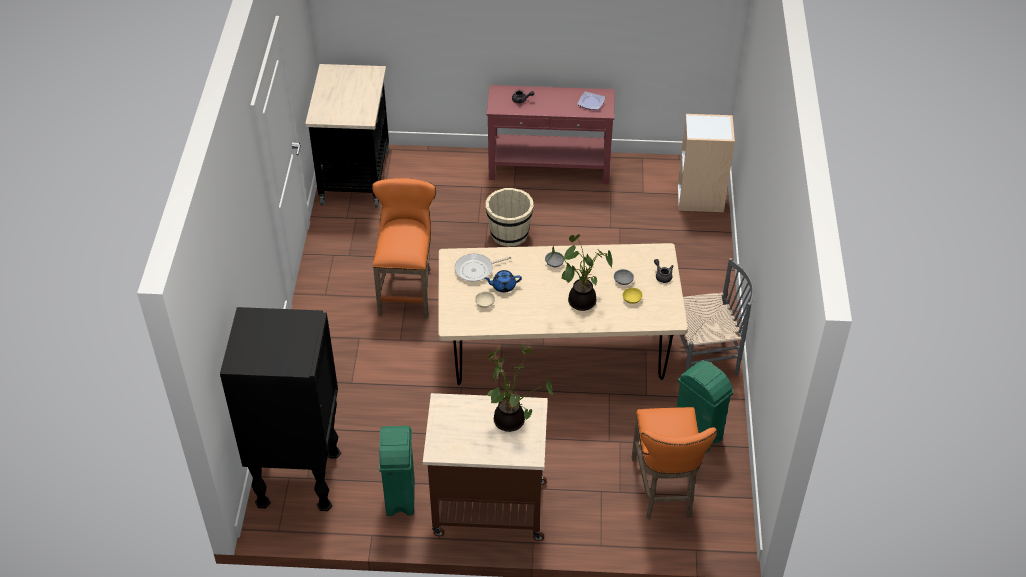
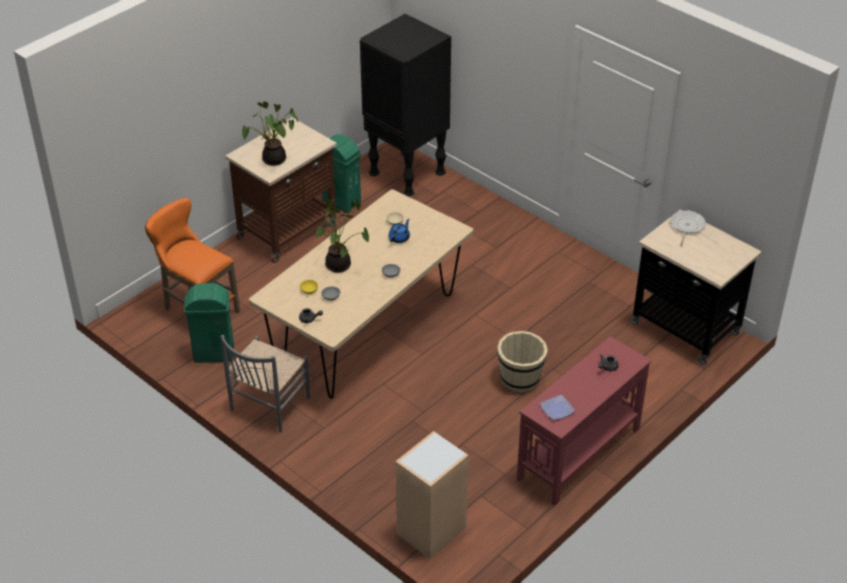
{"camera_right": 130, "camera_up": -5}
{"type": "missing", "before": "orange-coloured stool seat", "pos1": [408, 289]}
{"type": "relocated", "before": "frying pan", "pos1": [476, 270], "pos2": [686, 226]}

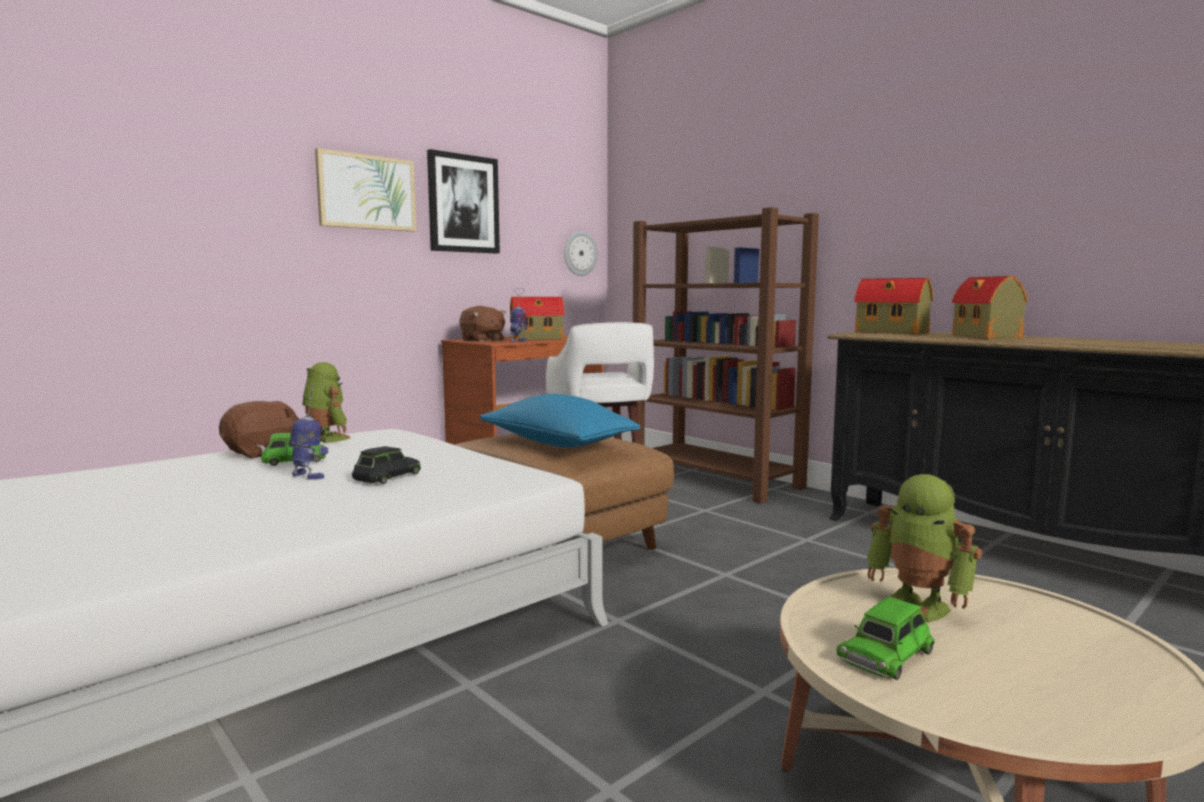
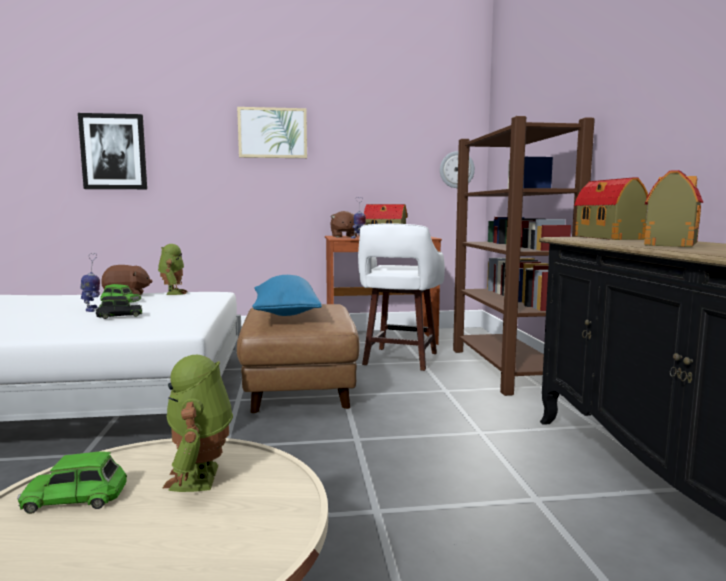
{"camera_right": 35, "camera_up": 0}
{"type": "relocated", "before": "wall art", "pos1": [463, 204], "pos2": [113, 152]}

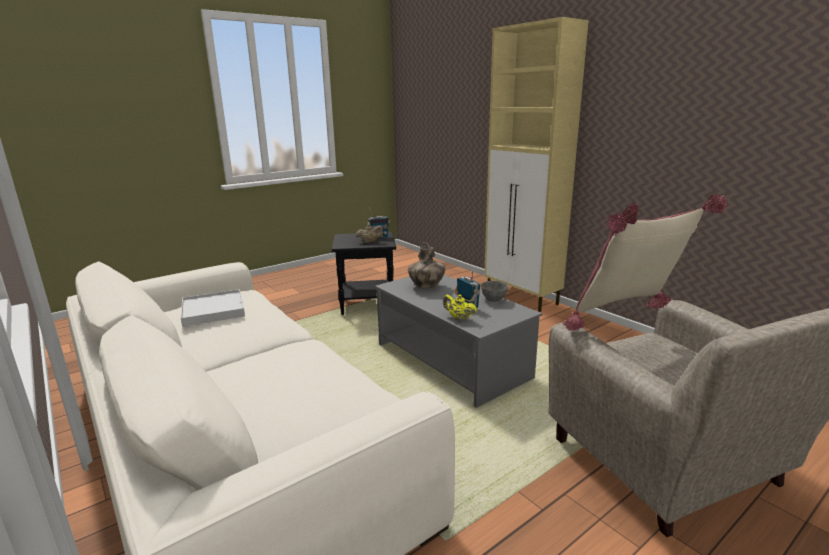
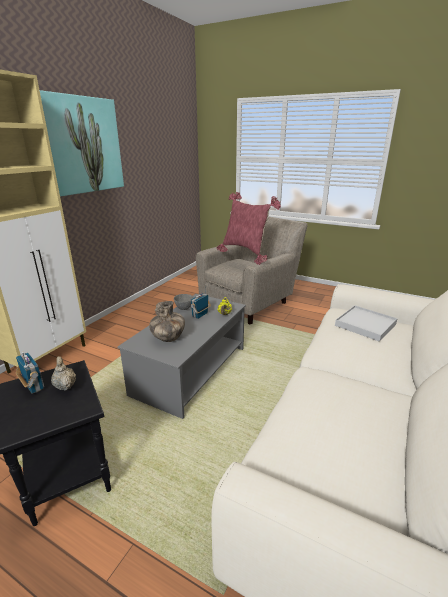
{"camera_right": -115, "camera_up": 5}
{"type": "relocated", "before": "white-coloured carrying tray", "pos1": [213, 310], "pos2": [365, 325]}
{"type": "appeared", "after": "wall art", "pos2": [84, 145]}

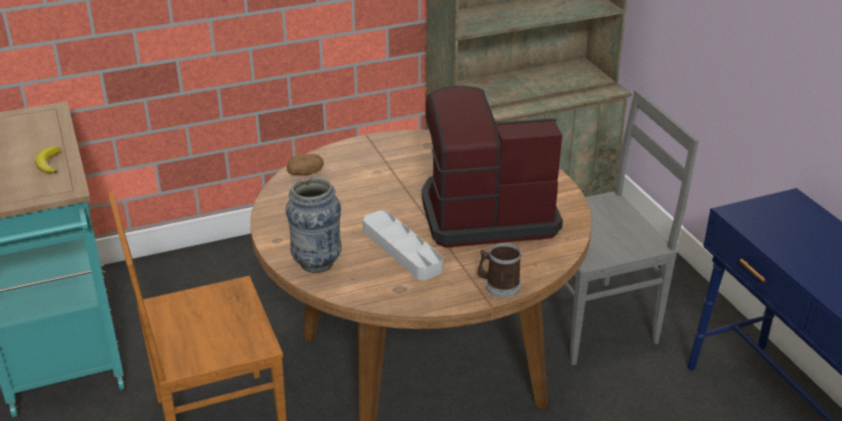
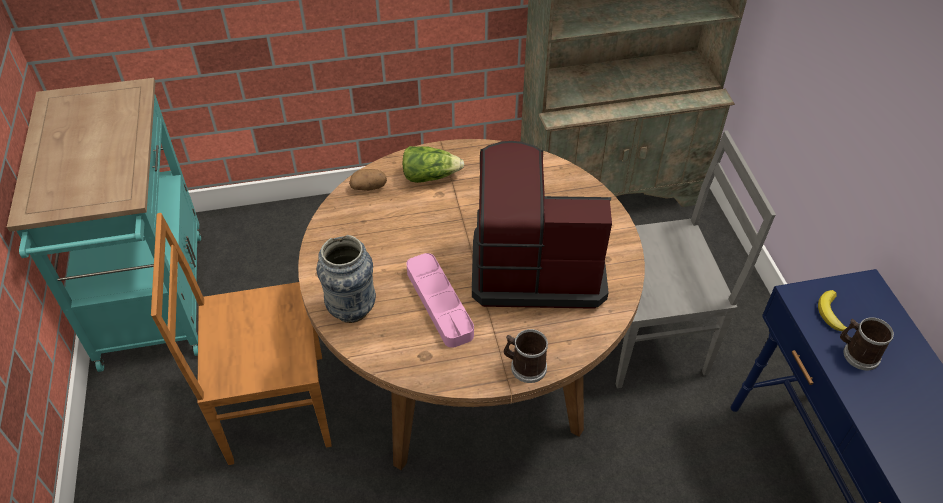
{"camera_right": 10, "camera_up": 15}
{"type": "relocated", "before": "whole banana", "pos1": [48, 163], "pos2": [830, 313]}
{"type": "colour", "before": "greyish carrying tray", "after": "pinkish carrying tray", "pos1": [402, 250], "pos2": [439, 303]}
{"type": "appeared", "after": "head of lettuce", "pos2": [430, 176]}
{"type": "appeared", "after": "mug", "pos2": [857, 353]}

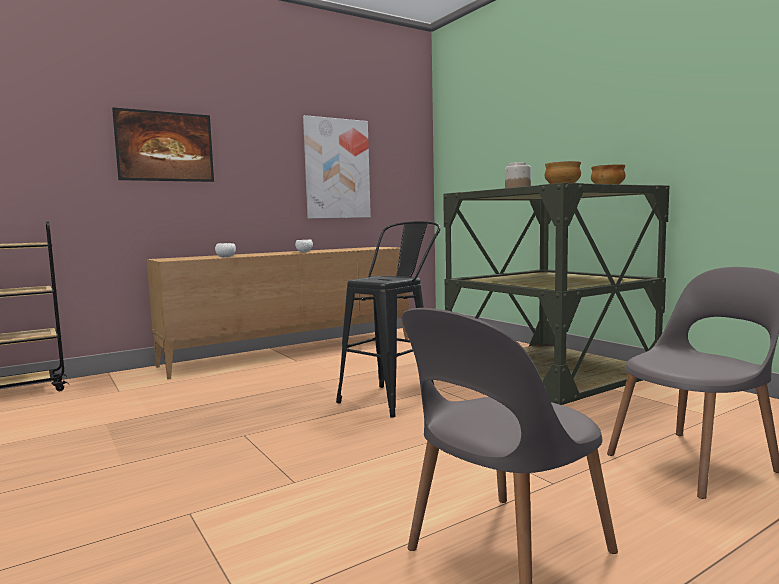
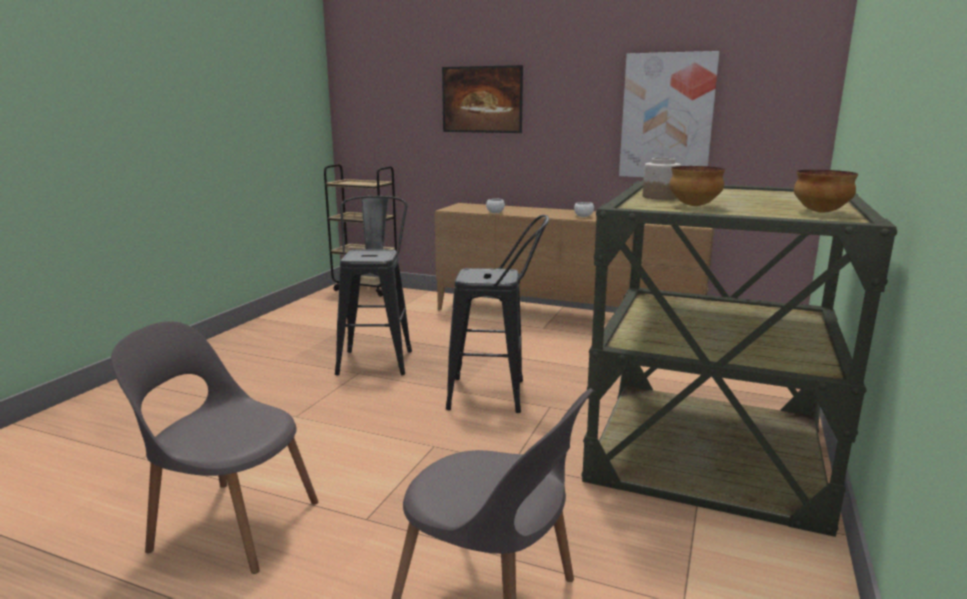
{"camera_right": 55, "camera_up": 10}
{"type": "appeared", "after": "black-coloured stool seat", "pos2": [377, 359]}

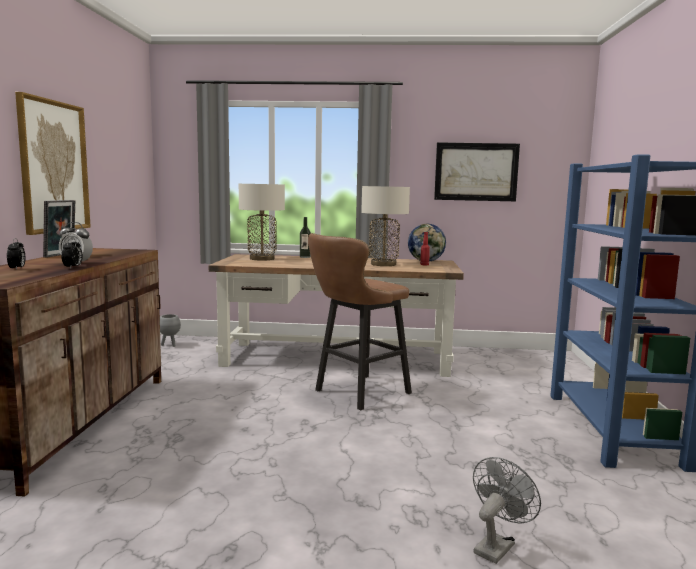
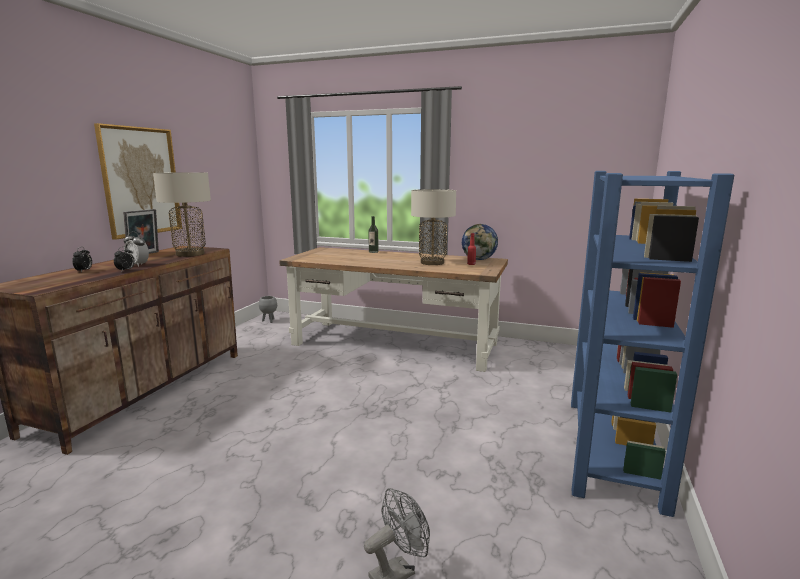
{"camera_right": 15, "camera_up": 5}
{"type": "relocated", "before": "lamp for a table", "pos1": [262, 258], "pos2": [190, 254]}
{"type": "missing", "before": "brown stool seat", "pos1": [354, 394]}
{"type": "missing", "before": "wall art", "pos1": [476, 172]}

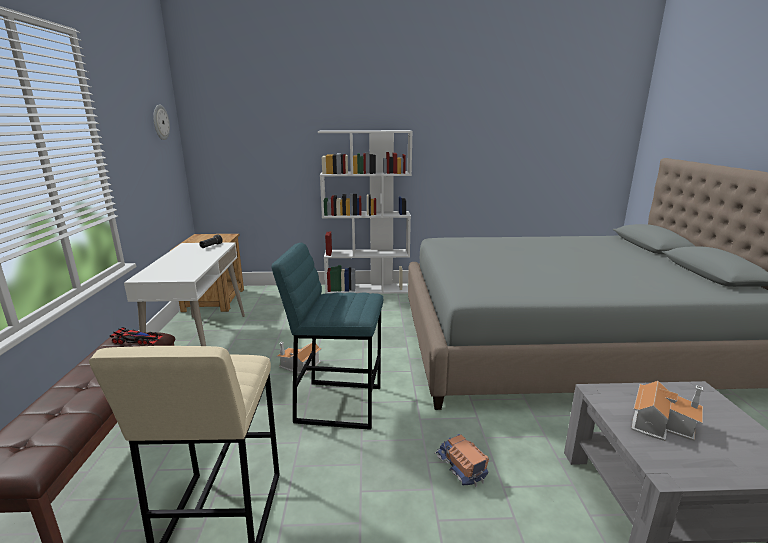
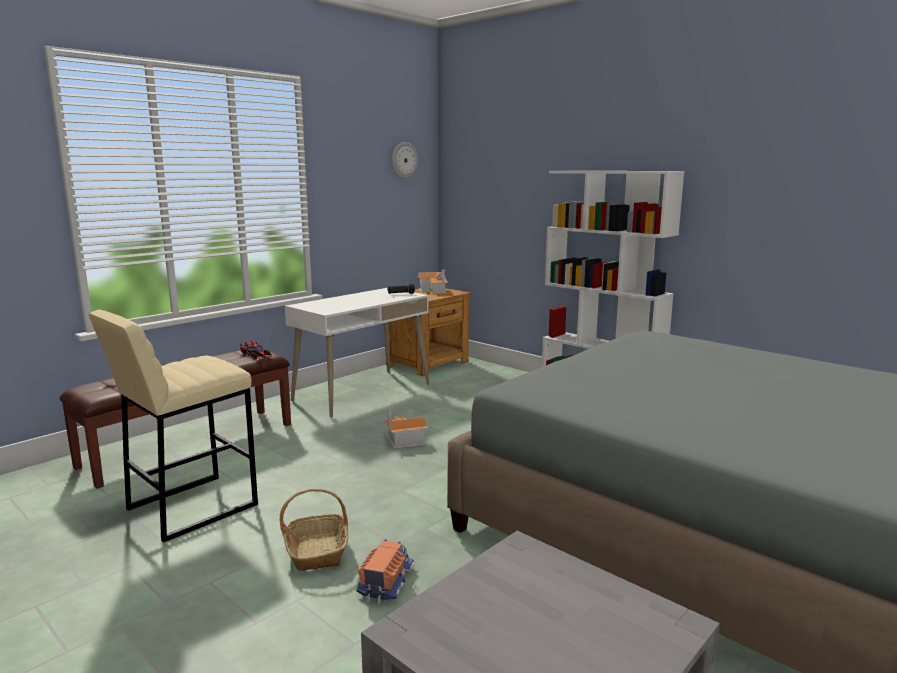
{"camera_right": 45, "camera_up": -5}
{"type": "missing", "before": "turquoise-coloured stool seat", "pos1": [336, 404]}
{"type": "relocated", "before": "toy house", "pos1": [661, 423], "pos2": [434, 291]}
{"type": "appeared", "after": "storage basket", "pos2": [317, 550]}

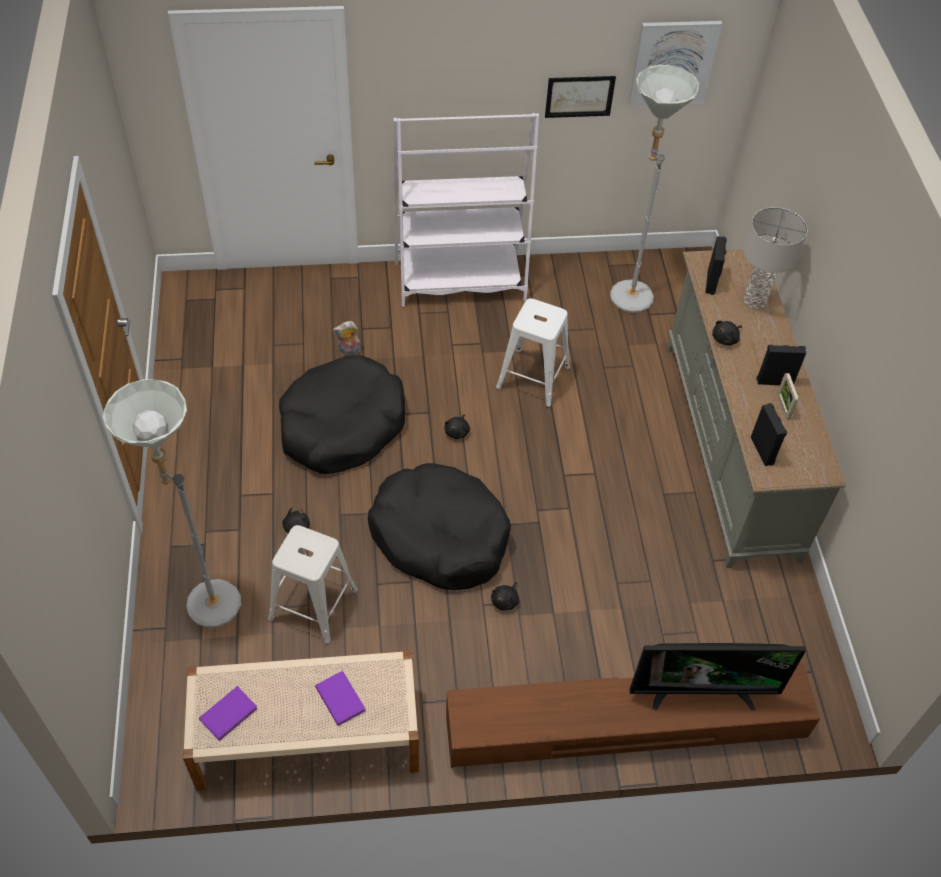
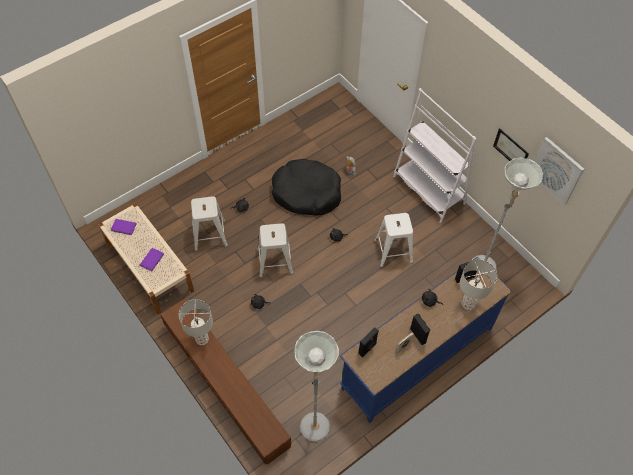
{"camera_right": 60, "camera_up": 5}
{"type": "relocated", "before": "greyish standing lamp", "pos1": [204, 598], "pos2": [314, 420]}
{"type": "exchanged", "before": "black-coloured pet bed", "after": "white-coloured stool seat", "pos1": [439, 536], "pos2": [275, 261]}
{"type": "missing", "before": "TV", "pos1": [701, 692]}
{"type": "colour", "before": "greyish cupboard", "after": "blue-coloured cupboard", "pos1": [728, 448], "pos2": [417, 357]}
{"type": "appeared", "after": "white-coloured lamp for a table", "pos2": [202, 339]}

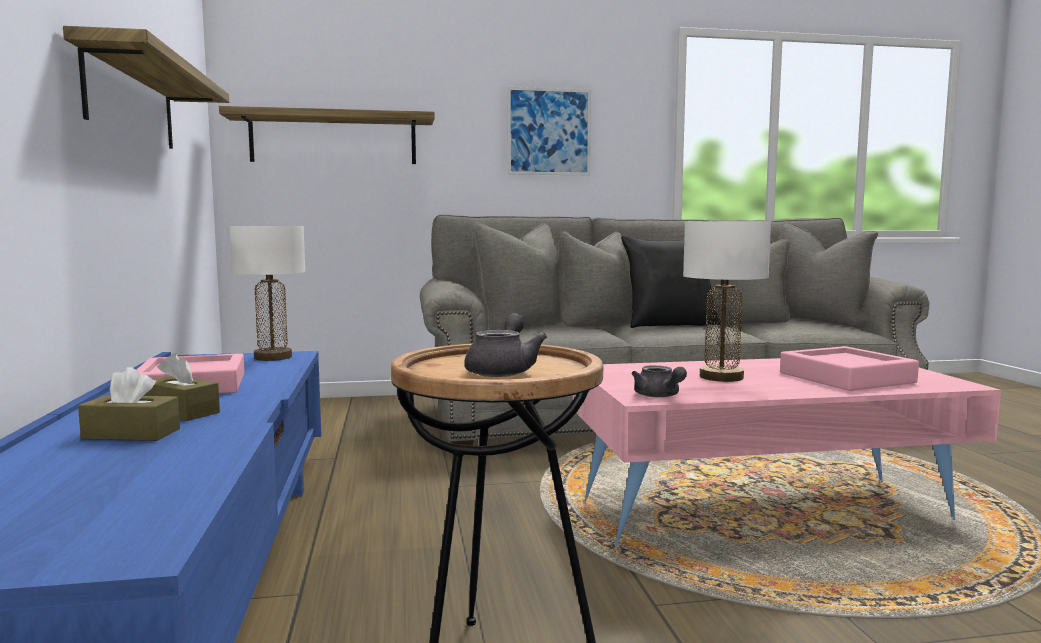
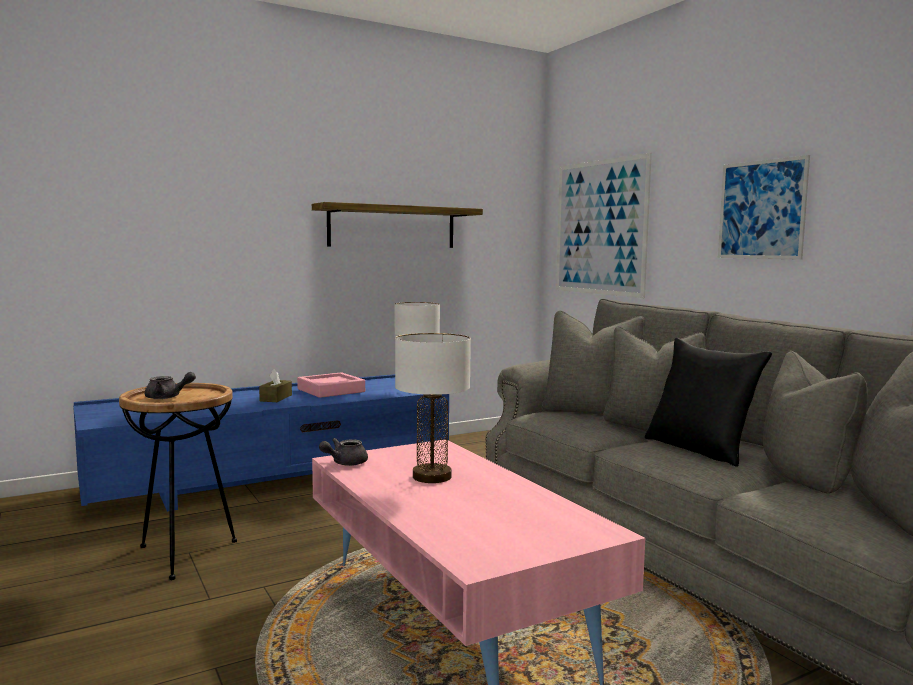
{"camera_right": 70, "camera_up": 0}
{"type": "missing", "before": "brown tissue box", "pos1": [131, 434]}
{"type": "exchanged", "before": "shelf", "after": "wall art", "pos1": [333, 139], "pos2": [600, 227]}
{"type": "missing", "before": "pinkish carrying tray", "pos1": [846, 377]}

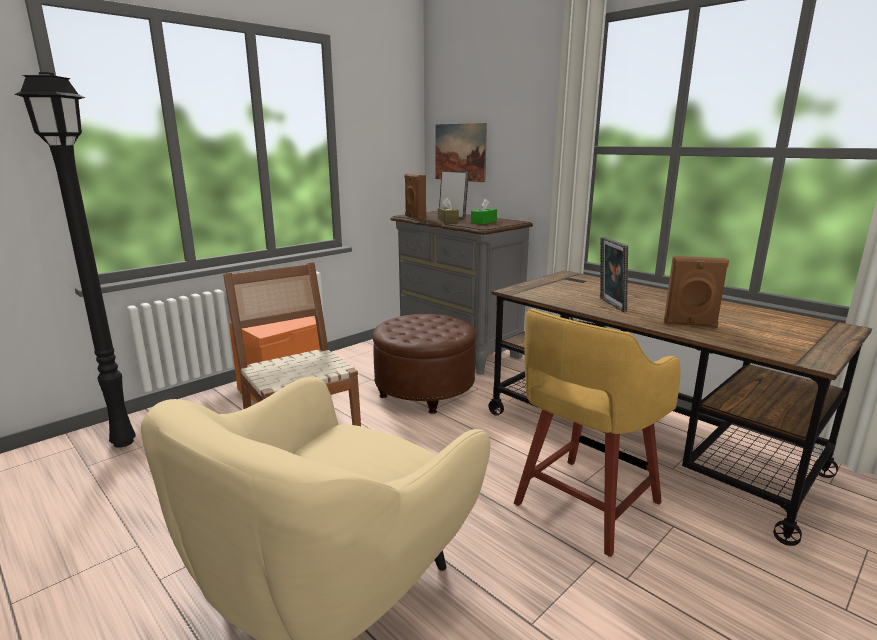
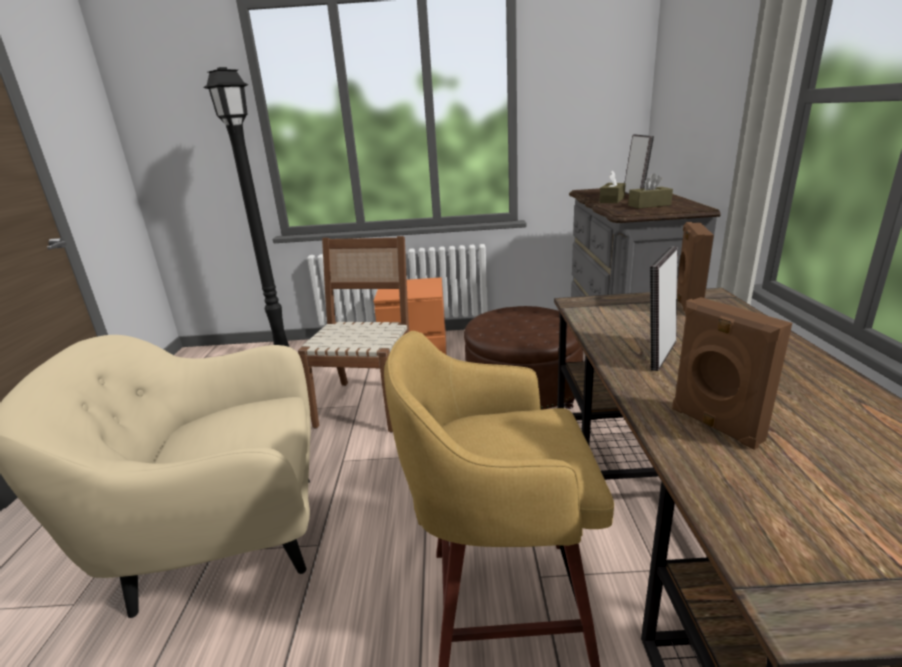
{"camera_right": 45, "camera_up": 5}
{"type": "relocated", "before": "brown speaker", "pos1": [414, 217], "pos2": [686, 304]}
{"type": "missing", "before": "wall art", "pos1": [460, 152]}
{"type": "colour", "before": "greenish tissue box", "after": "brown tissue box", "pos1": [483, 222], "pos2": [649, 205]}

